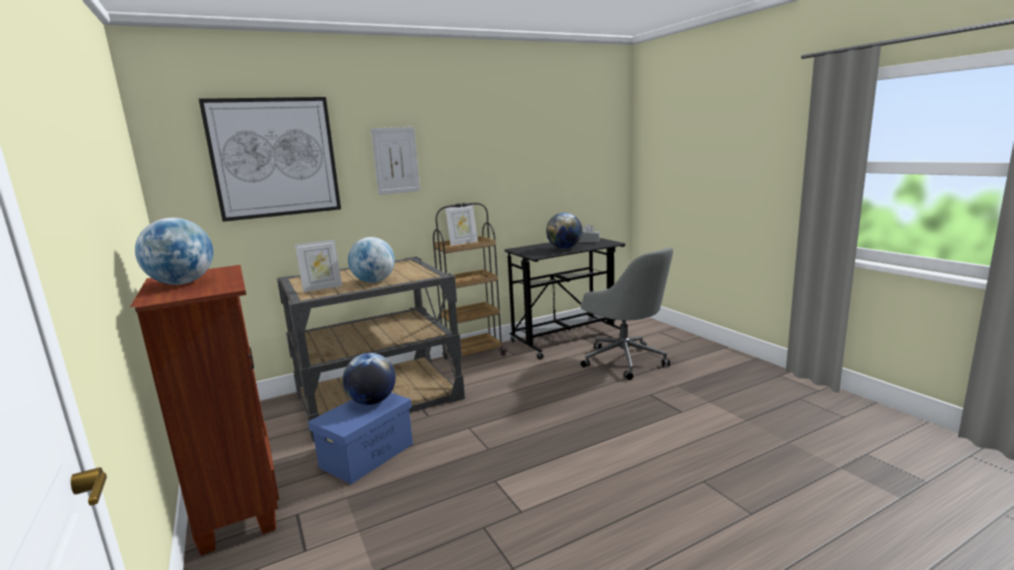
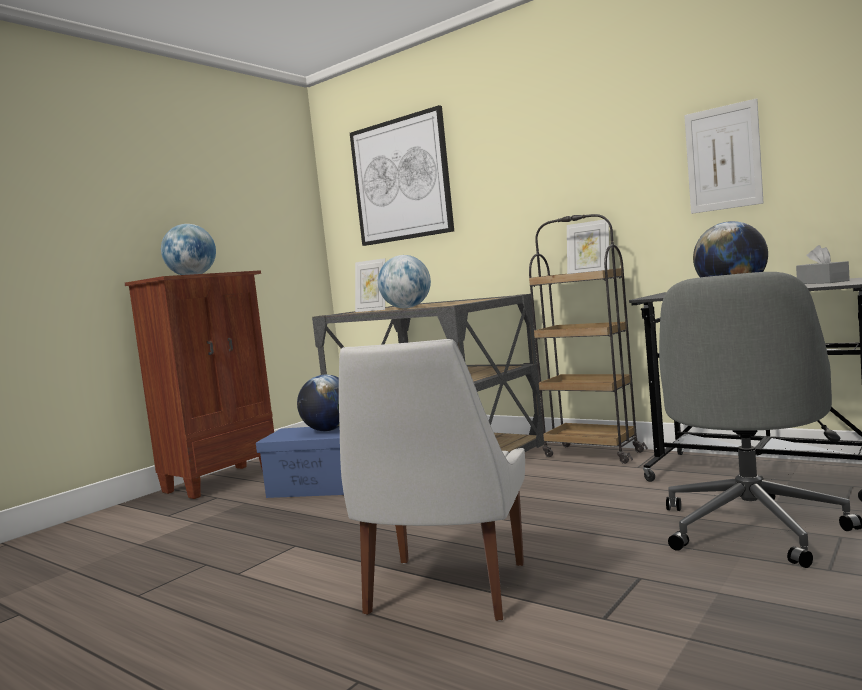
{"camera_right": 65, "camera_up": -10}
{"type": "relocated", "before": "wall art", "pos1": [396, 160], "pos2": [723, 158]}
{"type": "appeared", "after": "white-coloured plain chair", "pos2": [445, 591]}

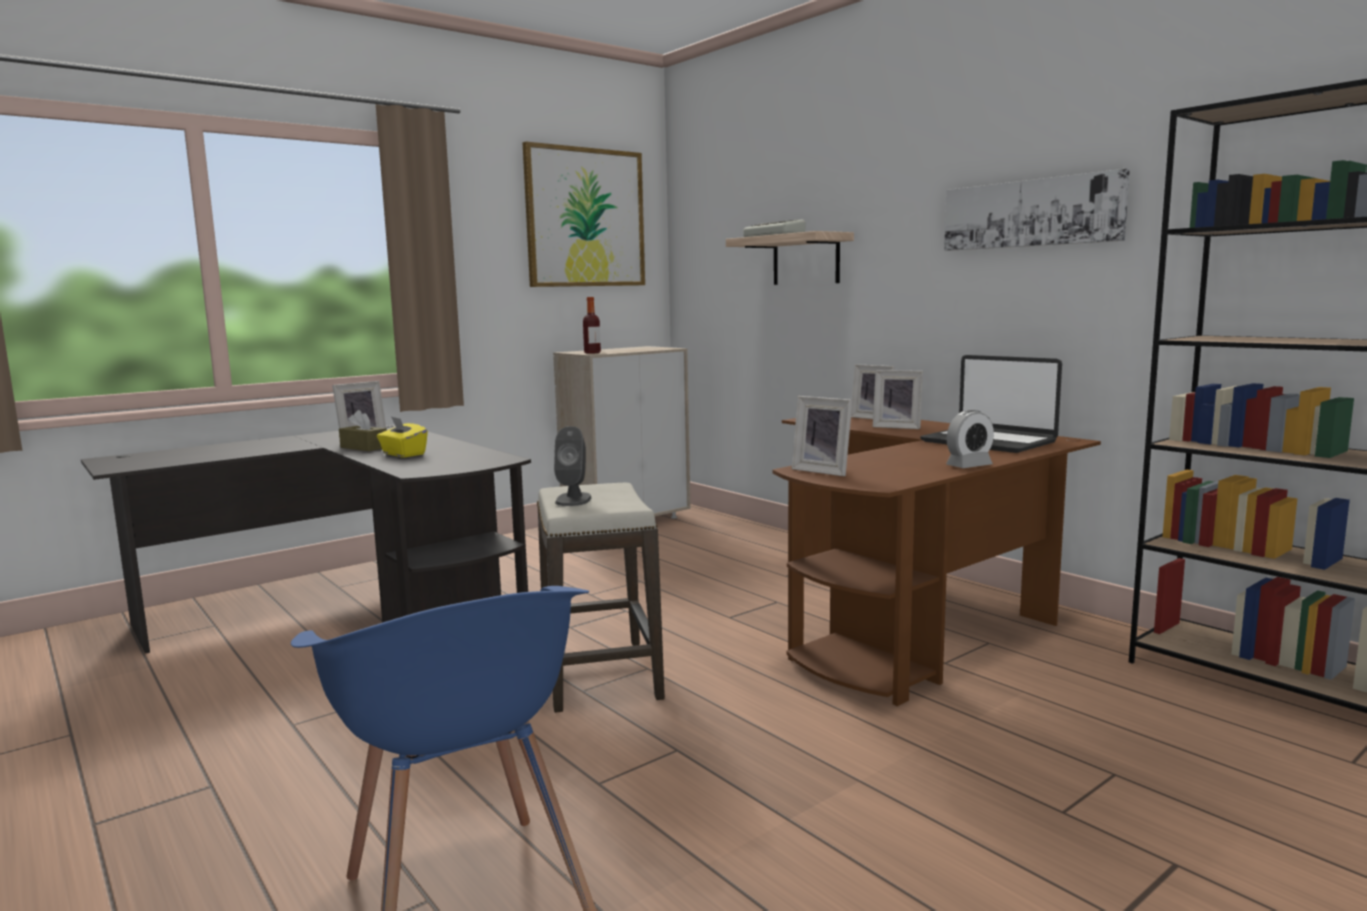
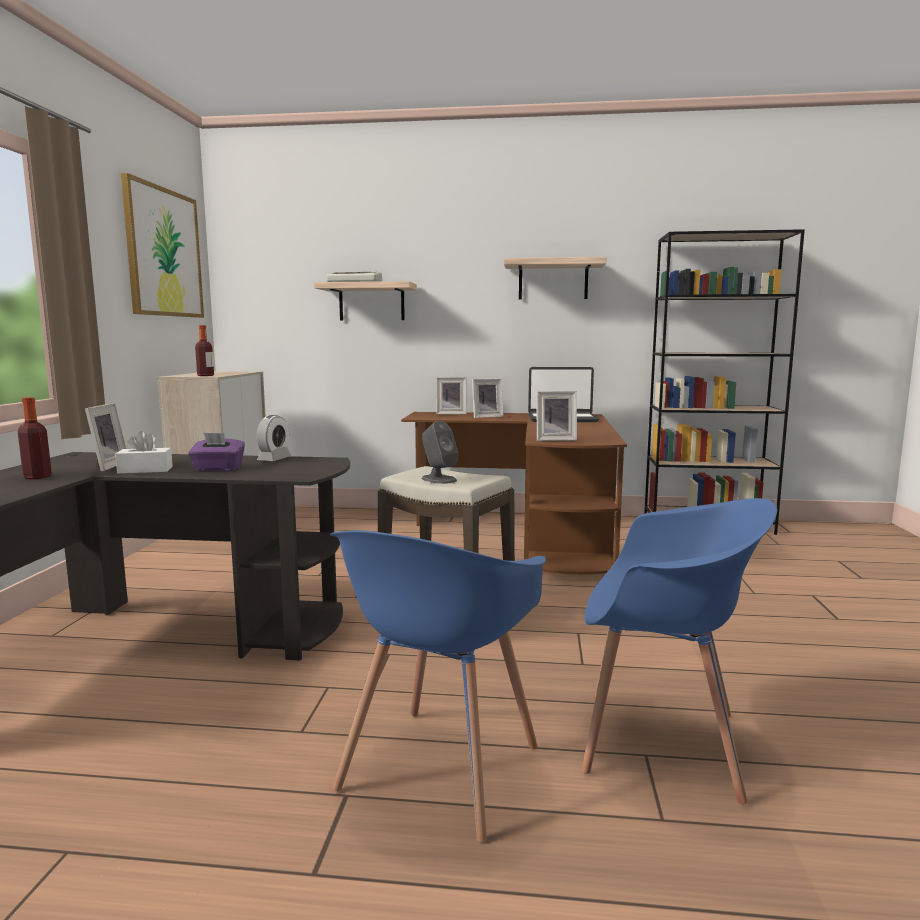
{"camera_right": -45, "camera_up": 0}
{"type": "colour", "before": "brown tissue box", "after": "white-coloured tissue box", "pos1": [364, 447], "pos2": [145, 470]}
{"type": "colour", "before": "yellow tissue box", "after": "purple tissue box", "pos1": [403, 454], "pos2": [218, 469]}
{"type": "exchanged", "before": "wall art", "after": "shelf", "pos1": [1031, 213], "pos2": [553, 280]}
{"type": "relocated", "before": "alarm clock", "pos1": [969, 466], "pos2": [274, 459]}
{"type": "appeared", "after": "beverage bottle", "pos2": [37, 477]}
{"type": "appeared", "after": "blue-coloured plain chair", "pos2": [439, 770]}

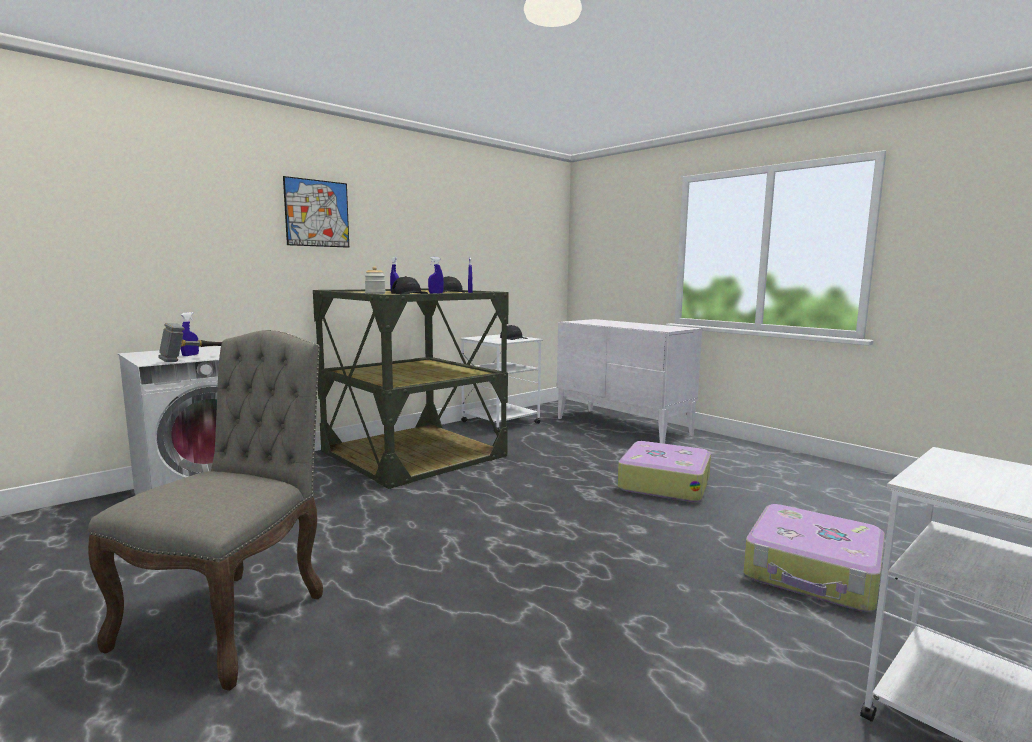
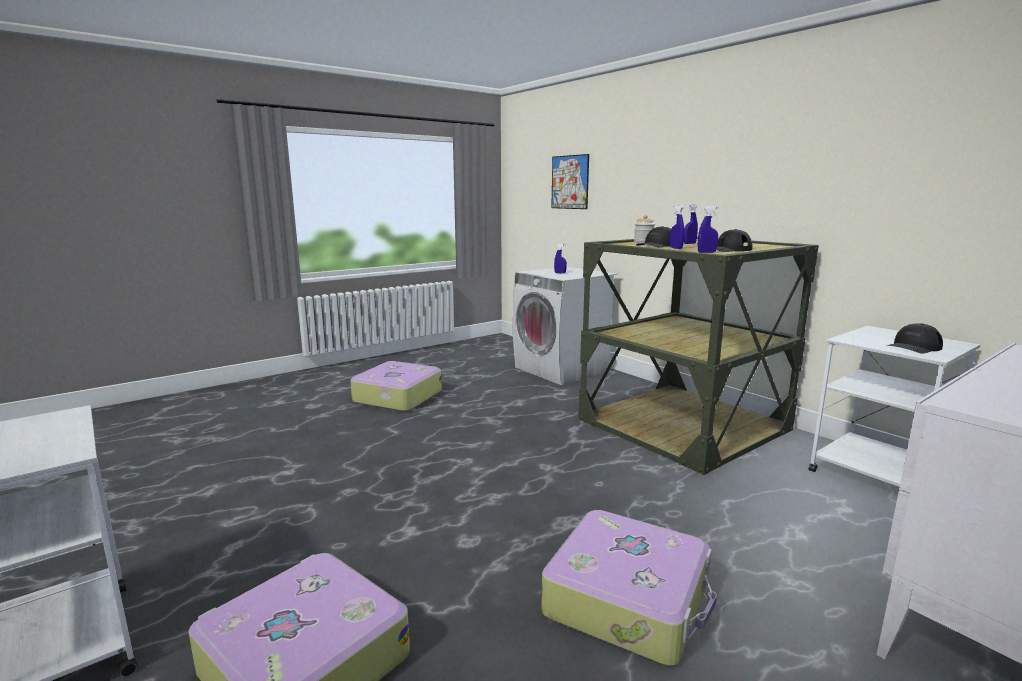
{"camera_right": 95, "camera_up": 5}
{"type": "exchanged", "before": "greyish plain chair", "after": "piece of luggage", "pos1": [231, 620], "pos2": [396, 397]}
{"type": "missing", "before": "hammer", "pos1": [199, 358]}
{"type": "relocated", "before": "wall art", "pos1": [317, 213], "pos2": [570, 182]}

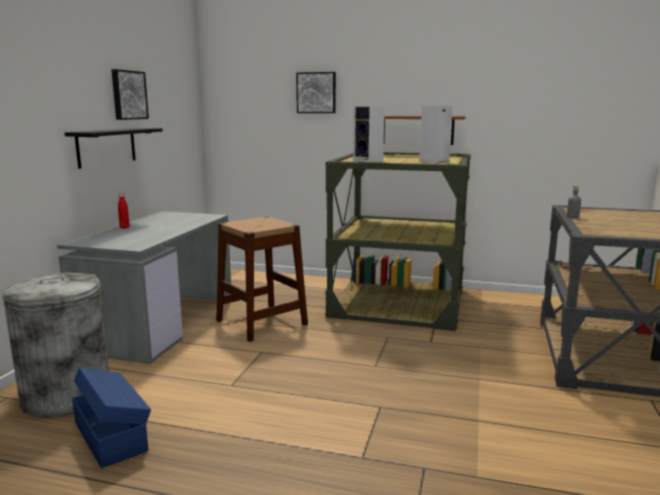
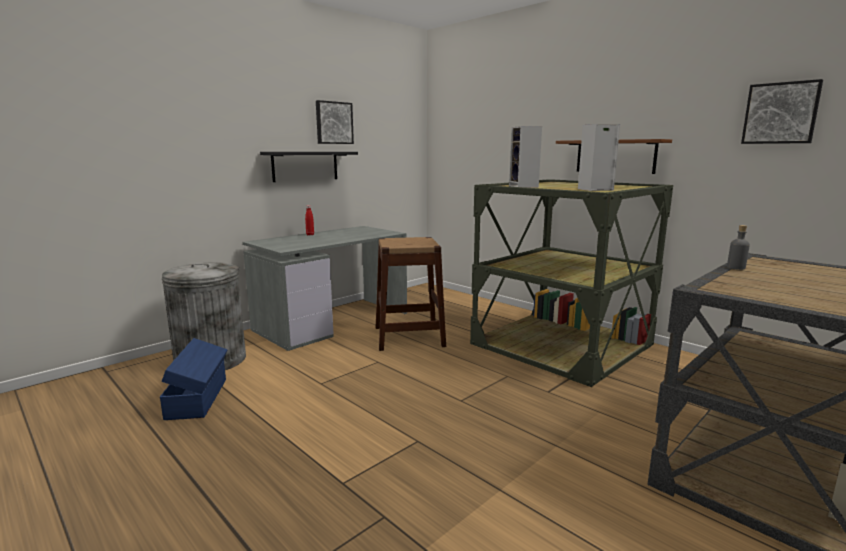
{"camera_right": 30, "camera_up": 0}
{"type": "relocated", "before": "wall art", "pos1": [316, 93], "pos2": [780, 113]}

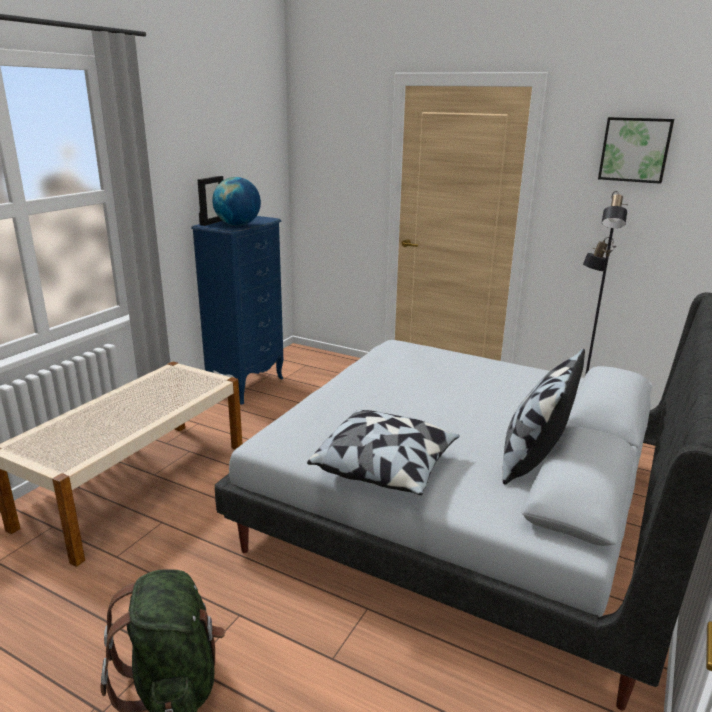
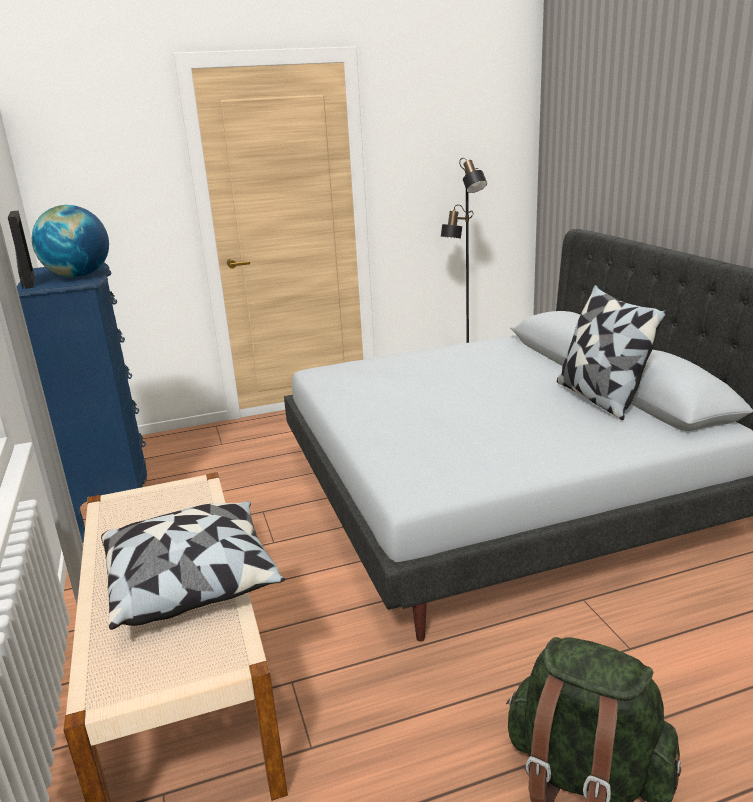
{"camera_right": -45, "camera_up": 0}
{"type": "relocated", "before": "pillow", "pos1": [386, 468], "pos2": [193, 581]}
{"type": "missing", "before": "wall art", "pos1": [635, 149]}

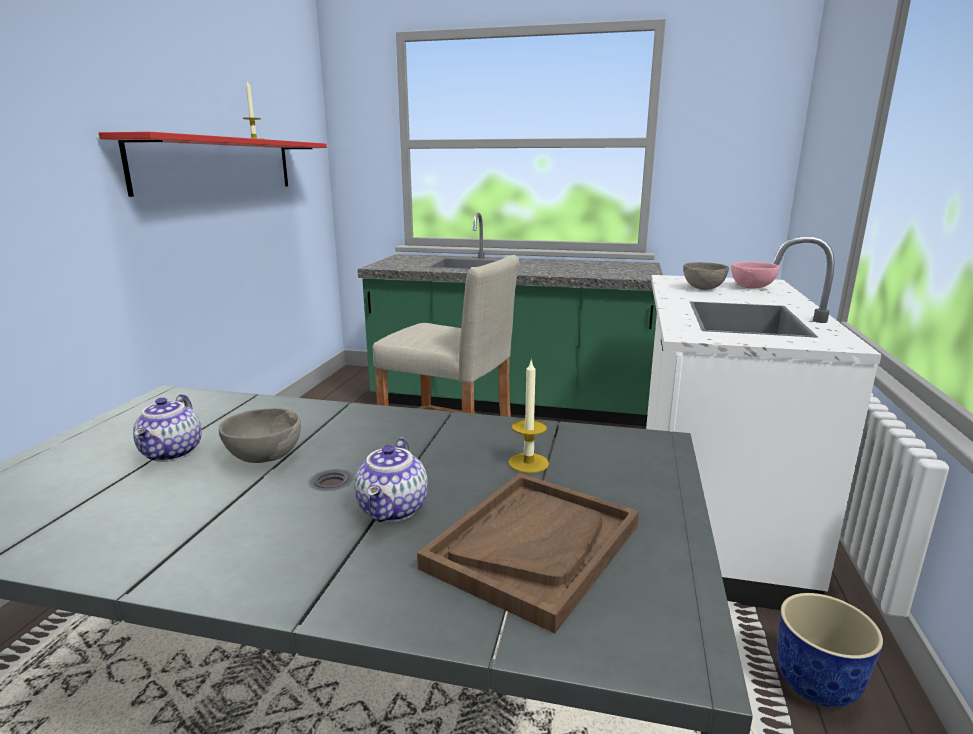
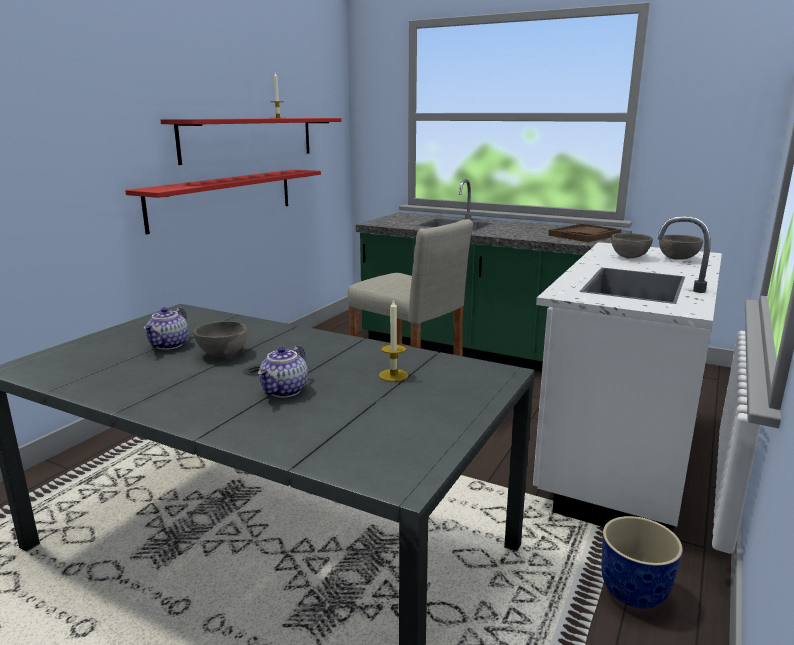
{"camera_right": 15, "camera_up": 0}
{"type": "relocated", "before": "brown carrying tray", "pos1": [533, 546], "pos2": [584, 235]}
{"type": "colour", "before": "pinkish serving bowl", "after": "greyish serving bowl", "pos1": [751, 287], "pos2": [677, 258]}
{"type": "appeared", "after": "reddish shelf", "pos2": [224, 198]}

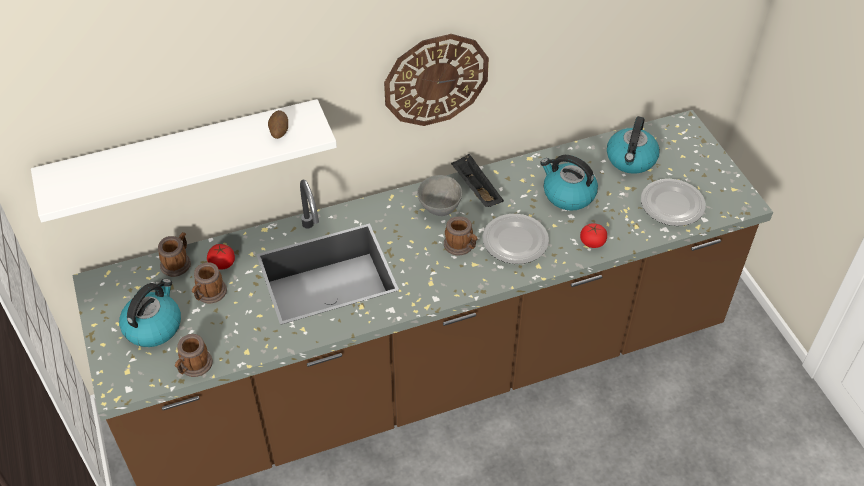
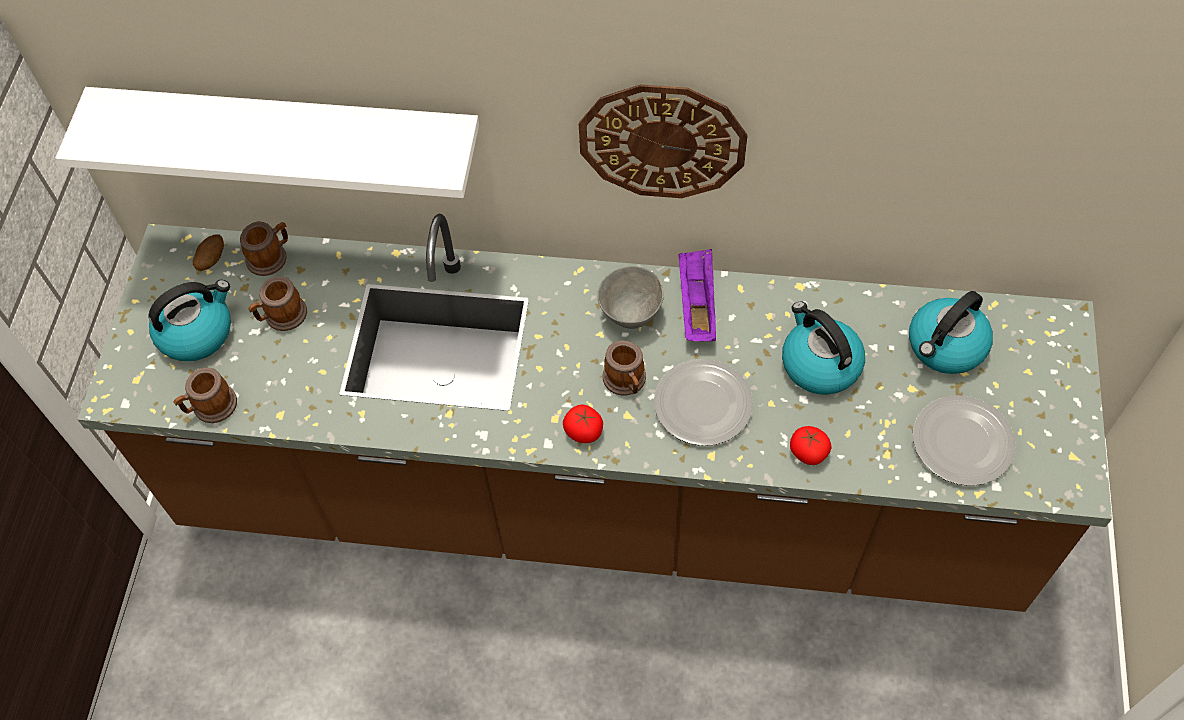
{"camera_right": 30, "camera_up": 10}
{"type": "relocated", "before": "fresh tomato", "pos1": [222, 263], "pos2": [584, 431]}
{"type": "relocated", "before": "whole potato", "pos1": [279, 132], "pos2": [211, 260]}
{"type": "colour", "before": "black-coloured carrying tray", "after": "purple carrying tray", "pos1": [475, 189], "pos2": [696, 304]}

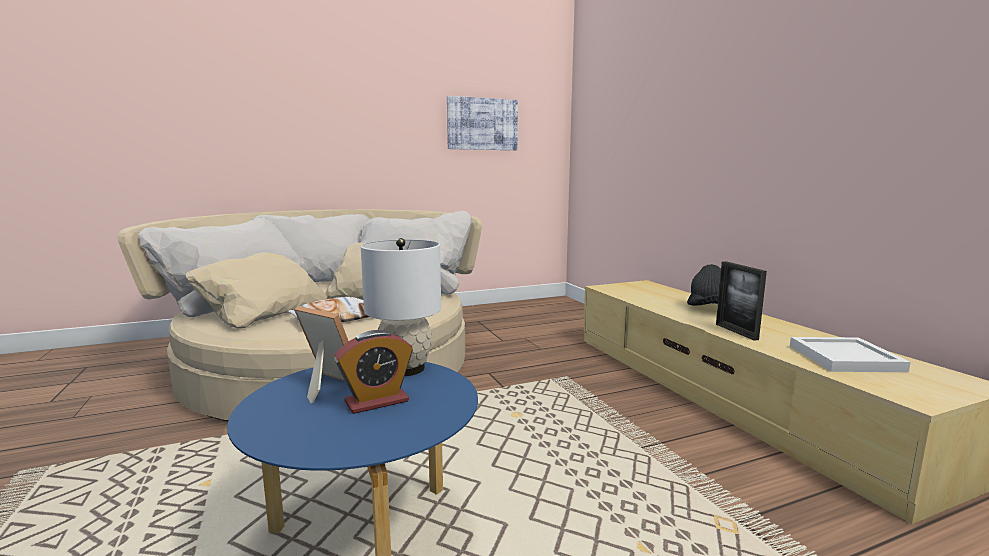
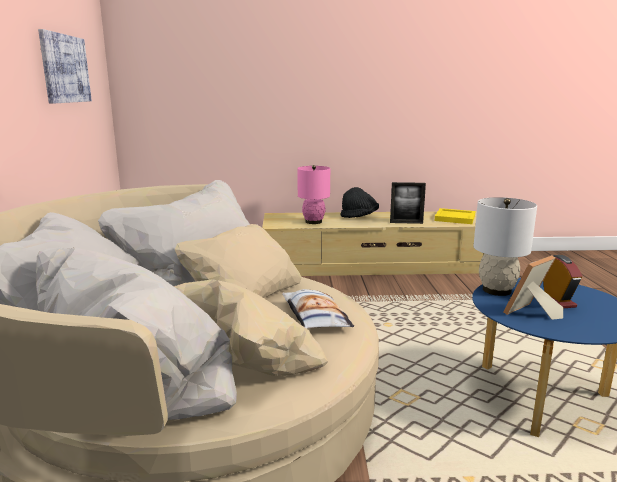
{"camera_right": -70, "camera_up": 5}
{"type": "colour", "before": "white-coloured carrying tray", "after": "yellow carrying tray", "pos1": [847, 358], "pos2": [455, 218]}
{"type": "appeared", "after": "pinkish lamp for a table", "pos2": [313, 222]}

